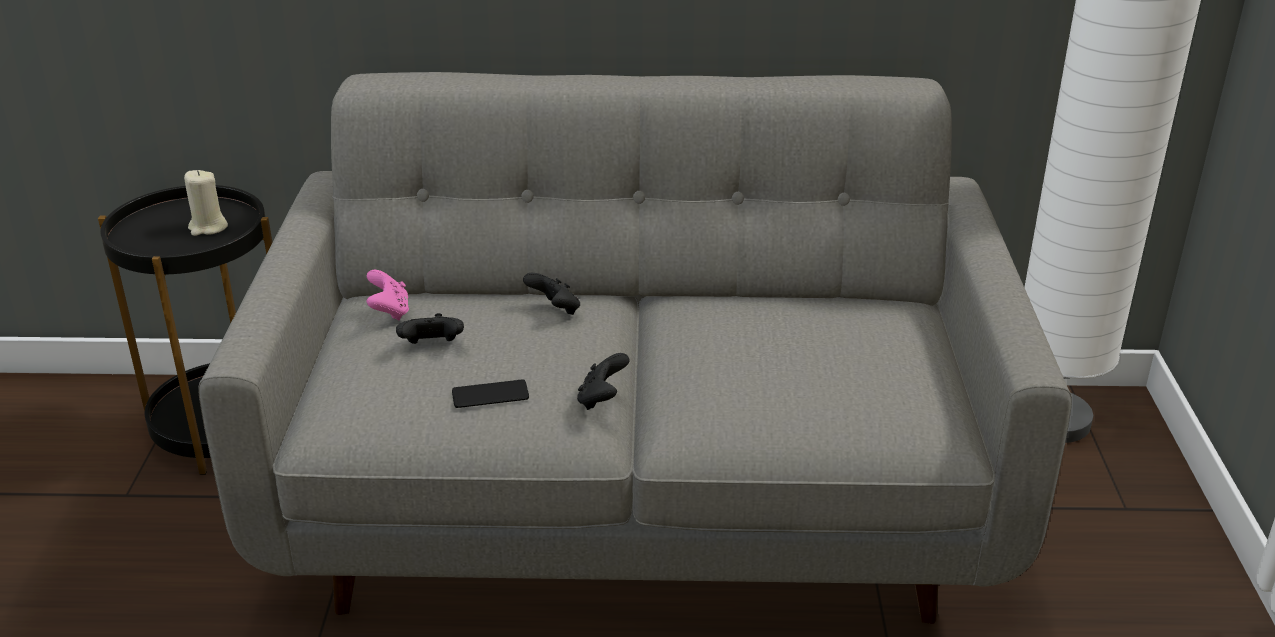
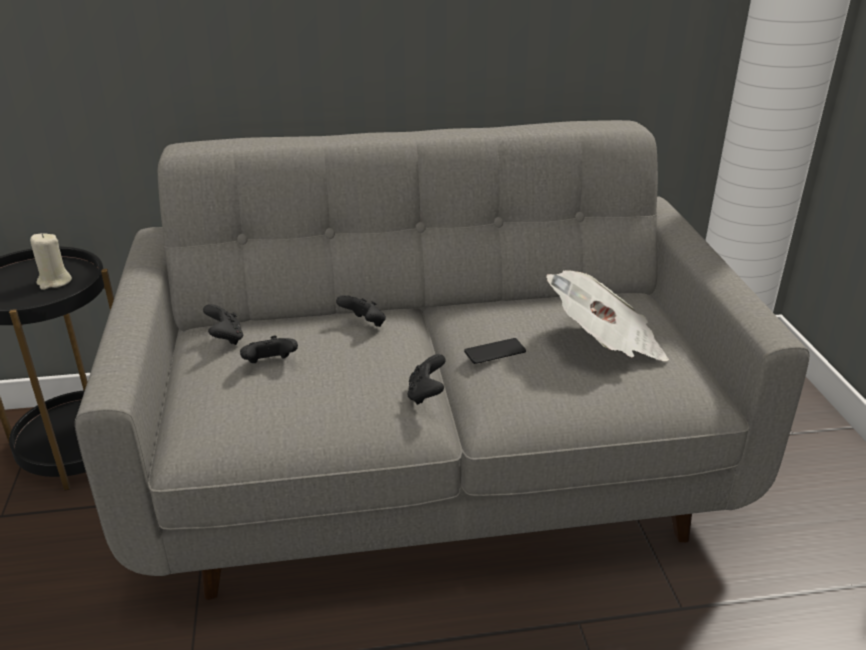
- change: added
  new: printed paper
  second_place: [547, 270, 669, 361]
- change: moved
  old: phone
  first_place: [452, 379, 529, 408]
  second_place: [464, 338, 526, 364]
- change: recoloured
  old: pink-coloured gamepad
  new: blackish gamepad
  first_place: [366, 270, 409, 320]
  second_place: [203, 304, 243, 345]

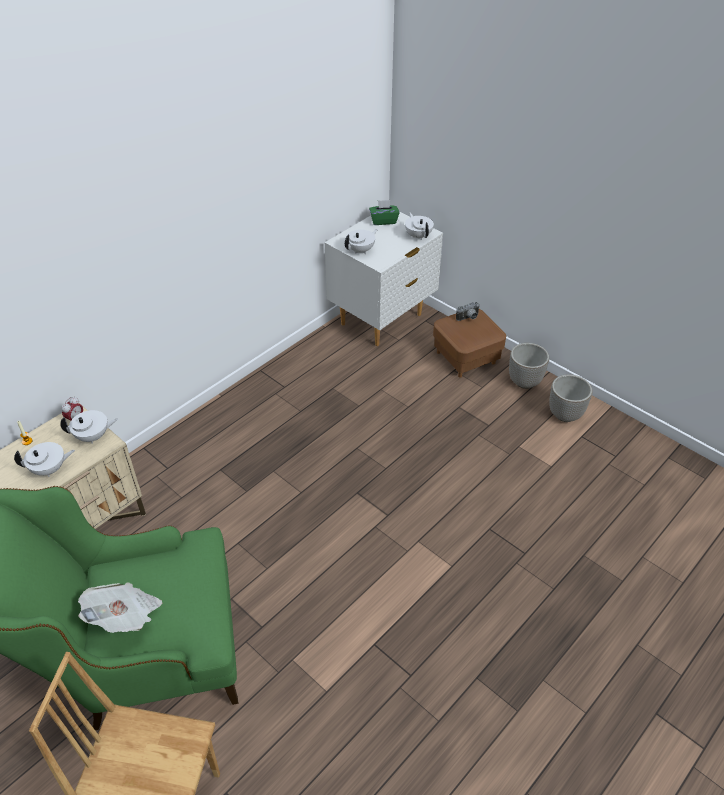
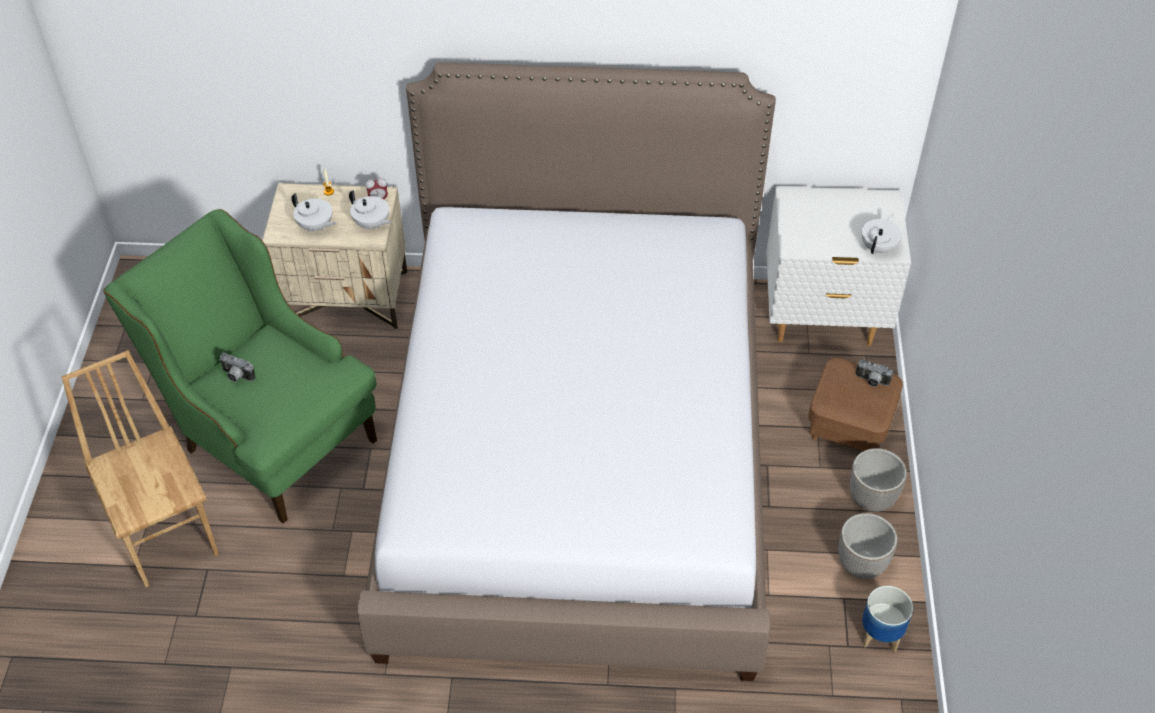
- change: removed
  old: white tea pot
  first_place: [345, 229, 378, 254]
- change: removed
  old: green tissue box
  first_place: [369, 200, 400, 225]
- change: added
  new: bed
  second_place: [358, 62, 776, 681]
- change: added
  new: planter
  second_place: [862, 586, 913, 653]
- change: replaced
  old: printed paper
  new: still camera
  first_place: [78, 582, 162, 633]
  second_place: [219, 352, 256, 382]

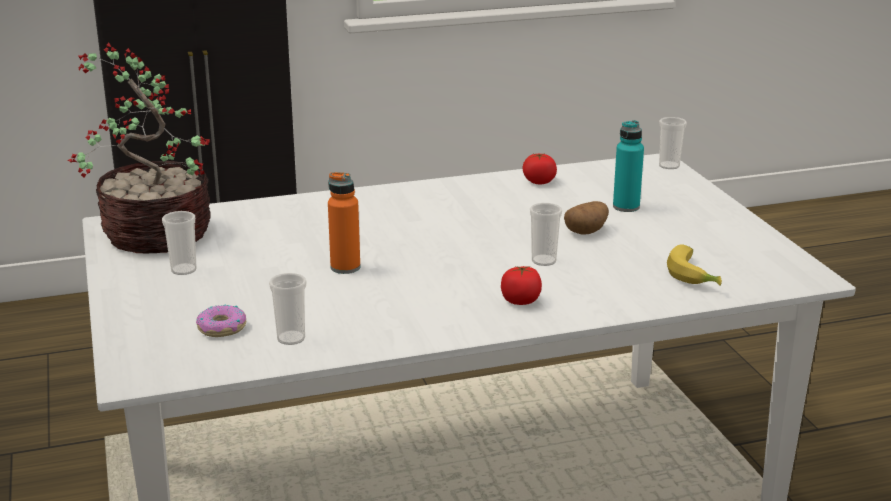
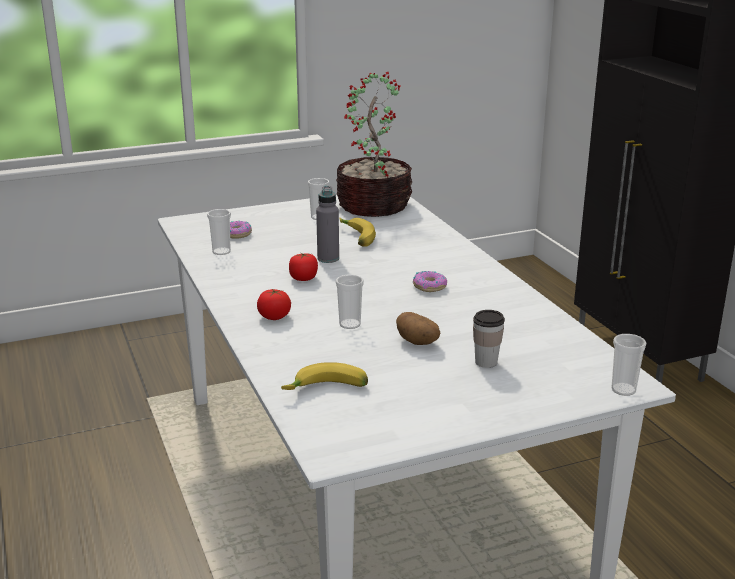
- change: added
  new: banana
  second_place: [340, 218, 376, 247]
- change: added
  new: donut
  second_place: [413, 271, 447, 292]
- change: moved
  old: whole tomato
  first_place: [523, 153, 557, 184]
  second_place: [289, 253, 318, 281]
- change: replaced
  old: turquoise-coloured bottle
  new: cup
  first_place: [613, 120, 644, 212]
  second_place: [473, 310, 505, 368]
- change: recoloured
  old: orangey bottle
  new: gray bottle
  first_place: [328, 172, 360, 274]
  second_place: [316, 186, 339, 263]

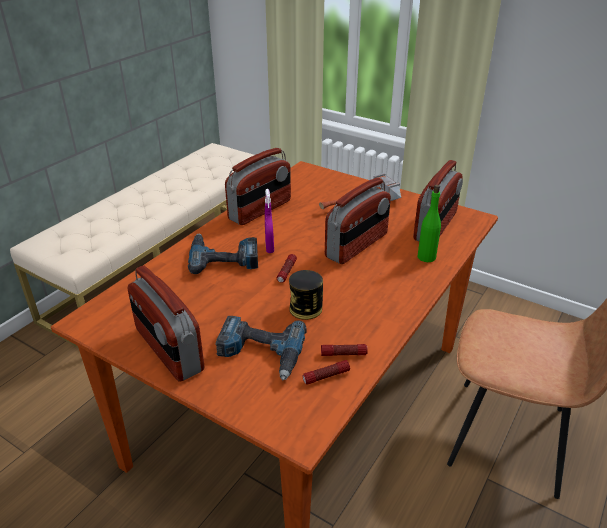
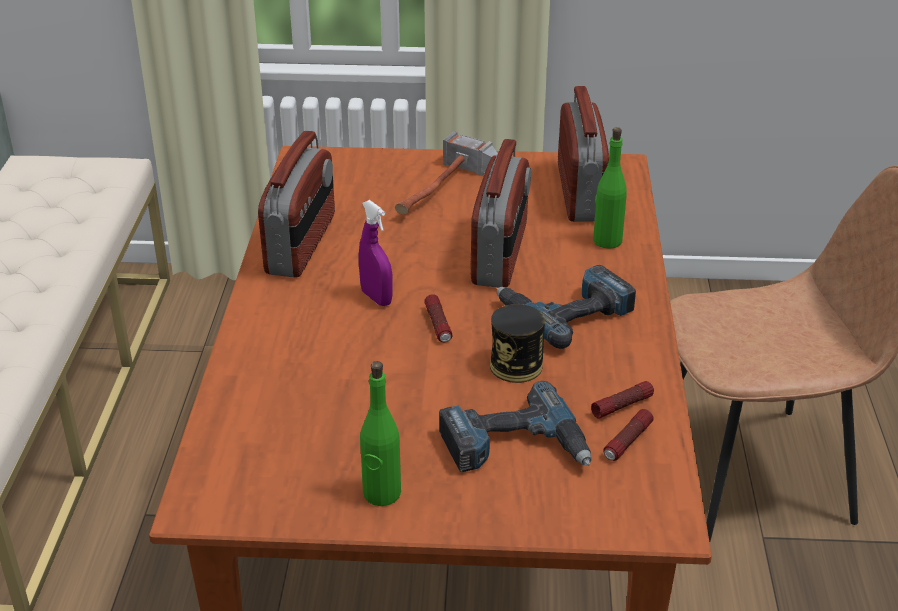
- change: moved
  old: power drill
  first_place: [188, 234, 258, 274]
  second_place: [497, 265, 636, 349]
- change: replaced
  old: radio
  new: green bottle
  first_place: [128, 266, 205, 382]
  second_place: [360, 361, 401, 506]

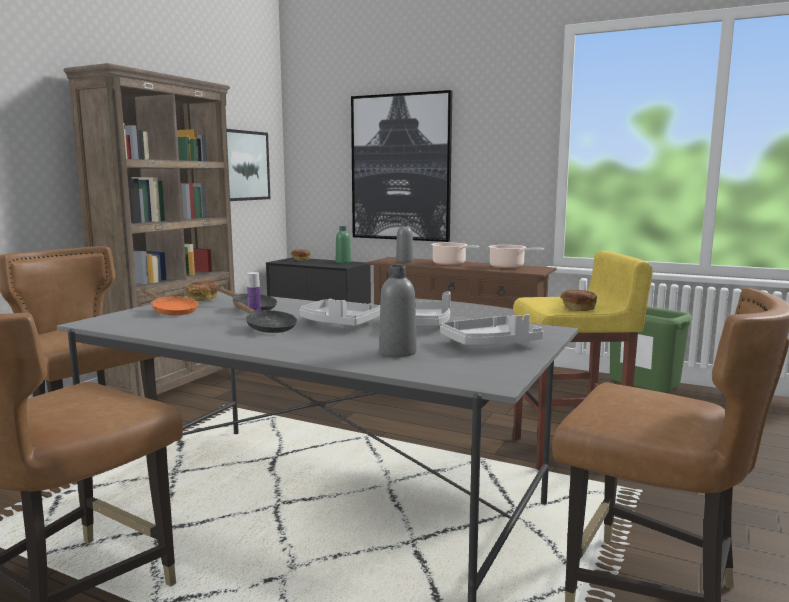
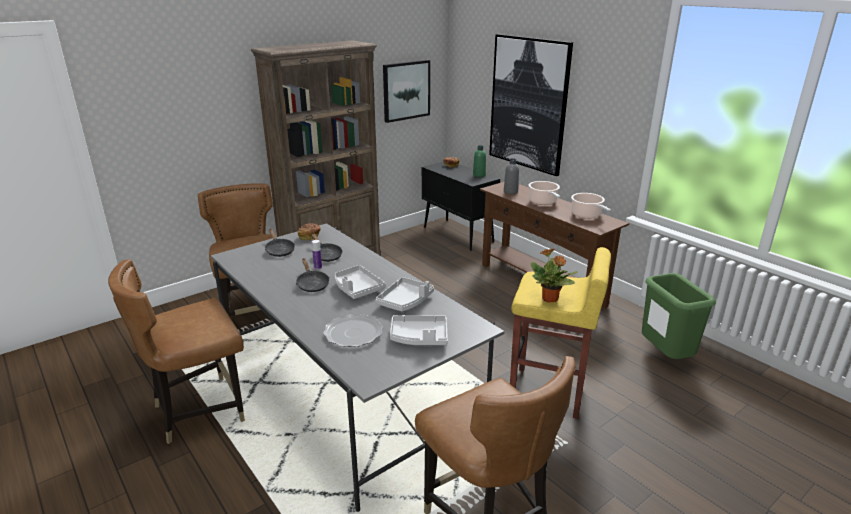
- change: replaced
  old: gray bottle
  new: plate
  first_place: [379, 265, 417, 357]
  second_place: [323, 314, 383, 347]
- change: replaced
  old: baked bread
  new: plant in a pot
  first_place: [561, 290, 597, 311]
  second_place: [531, 249, 578, 303]
- change: recoloured
  old: orangey skillet
  new: blackish skillet
  first_place: [142, 289, 199, 315]
  second_place: [265, 229, 295, 257]

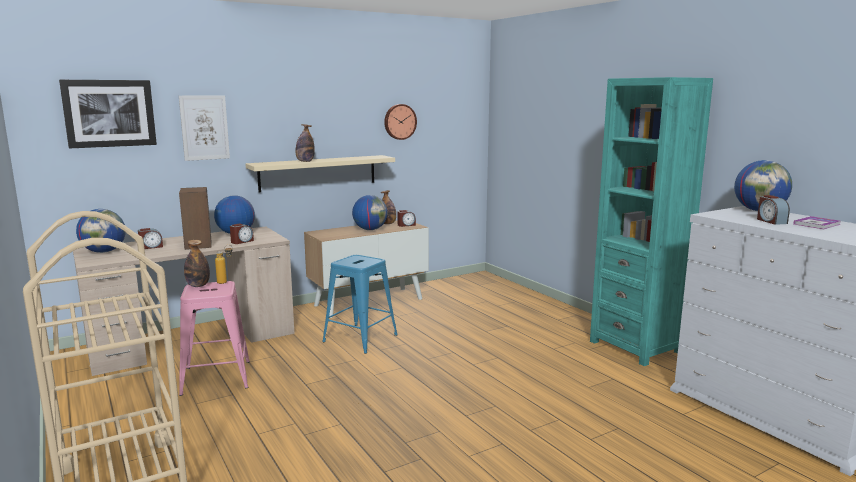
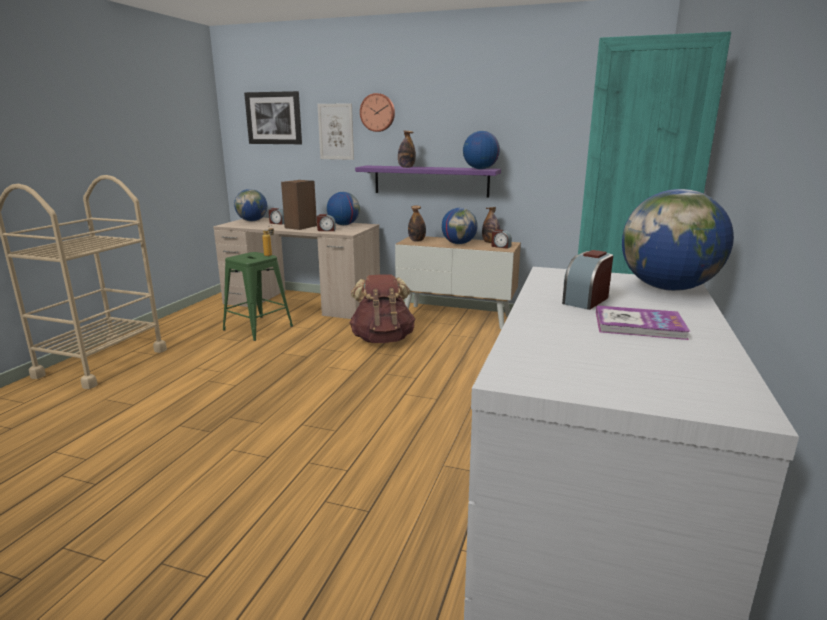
- change: added
  new: desk globe
  second_place: [463, 131, 500, 169]
- change: moved
  old: bottle
  first_place: [184, 240, 210, 287]
  second_place: [408, 206, 426, 242]
- change: moved
  old: hanging clock
  first_place: [384, 104, 417, 140]
  second_place: [360, 93, 395, 132]
- change: replaced
  old: bluish stool seat
  new: brown-coloured rucksack
  first_place: [322, 255, 398, 354]
  second_place: [349, 274, 415, 343]
- change: recoloured
  old: pink-coloured stool seat
  new: green stool seat
  first_place: [179, 281, 250, 396]
  second_place: [223, 252, 293, 341]
- change: recoloured
  old: beige-coloured wall shelf
  new: purple-coloured wall shelf
  first_place: [245, 155, 395, 192]
  second_place: [355, 166, 501, 197]

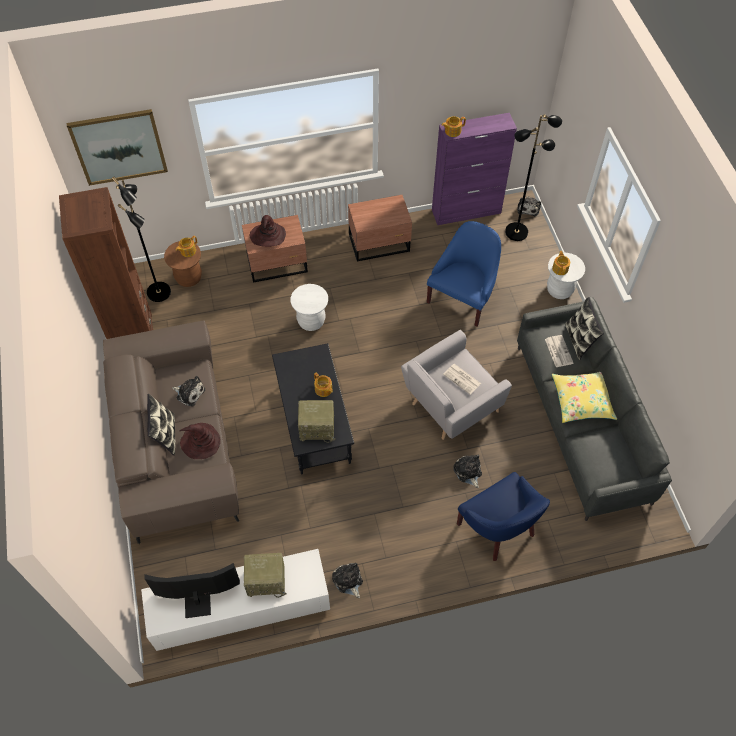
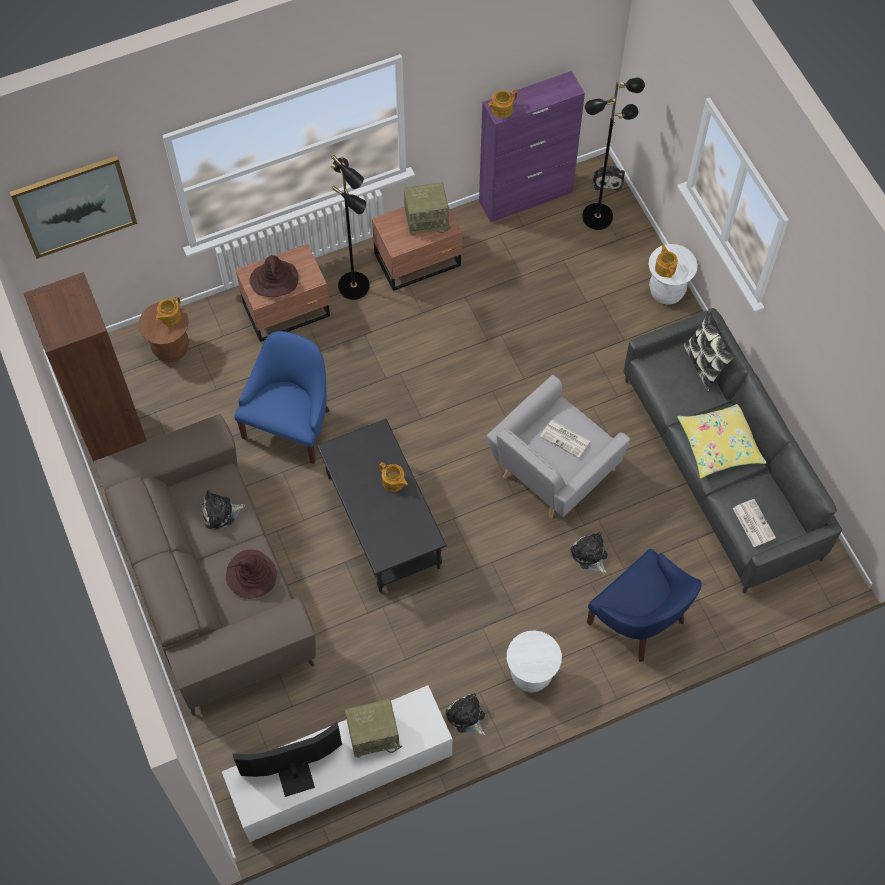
- change: removed
  old: cushion
  first_place: [147, 394, 175, 455]
- change: moved
  old: blackish standard lamp
  first_place: [112, 177, 171, 302]
  second_place: [331, 155, 370, 300]
- change: moved
  old: white stool seat
  first_place: [291, 284, 328, 331]
  second_place: [507, 630, 562, 692]
- change: moved
  old: radio
  first_place: [298, 400, 336, 443]
  second_place: [404, 182, 451, 236]
- change: moved
  old: bluish armchair
  first_place: [427, 221, 501, 327]
  second_place: [235, 331, 330, 464]
- change: moved
  old: printed paper
  first_place: [545, 335, 574, 367]
  second_place: [733, 499, 776, 547]
- change: turned
  old: cuddly toy
  first_place: [172, 376, 205, 407]
  second_place: [202, 490, 245, 530]
  degrees: 150

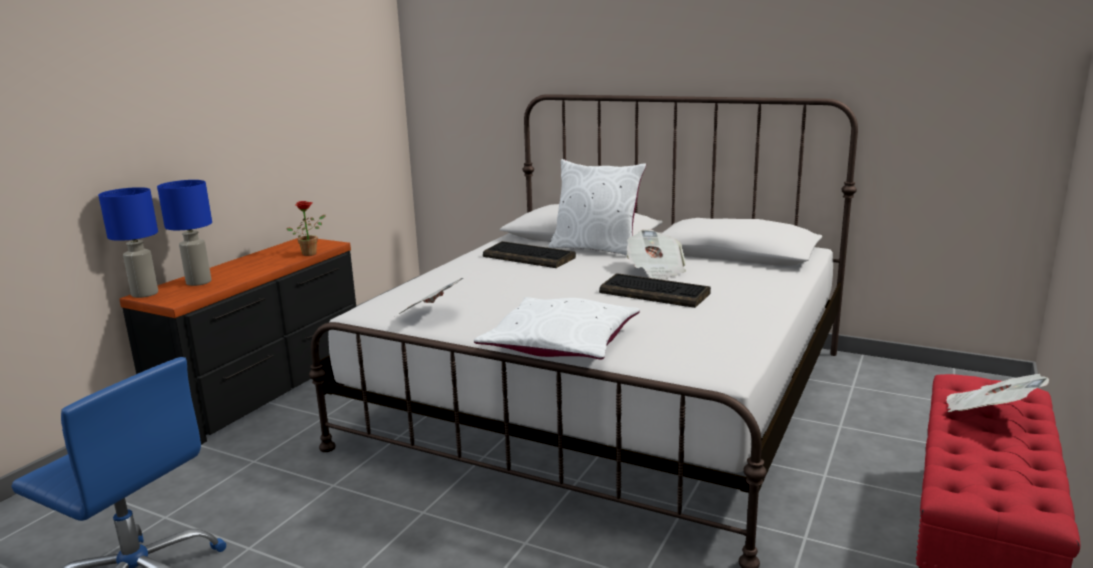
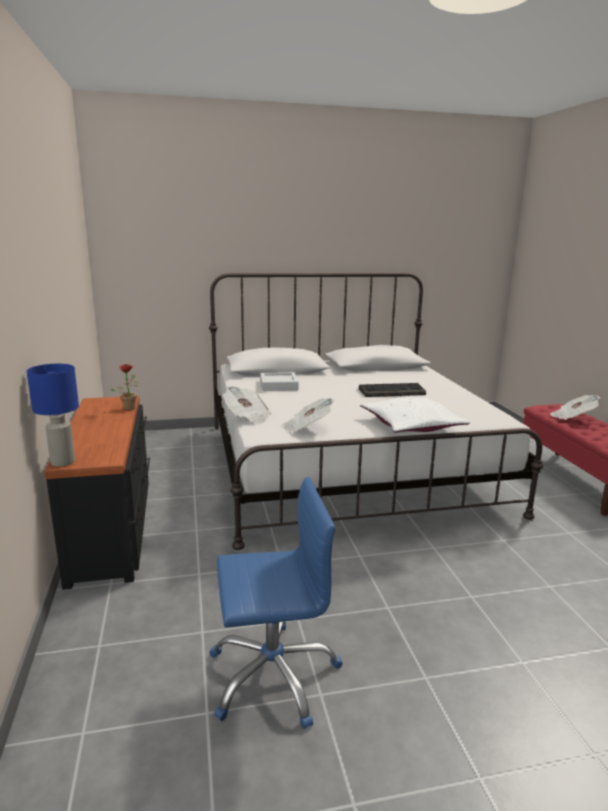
- change: removed
  old: bluish tabletop lamp
  first_place: [157, 180, 212, 286]
- change: removed
  old: white cushion
  first_place: [549, 159, 646, 256]
- change: moved
  old: printed paper
  first_place: [626, 229, 686, 280]
  second_place: [223, 386, 272, 424]
- change: replaced
  old: computer keyboard
  new: gray tray
  first_place: [483, 241, 576, 268]
  second_place: [260, 372, 299, 391]

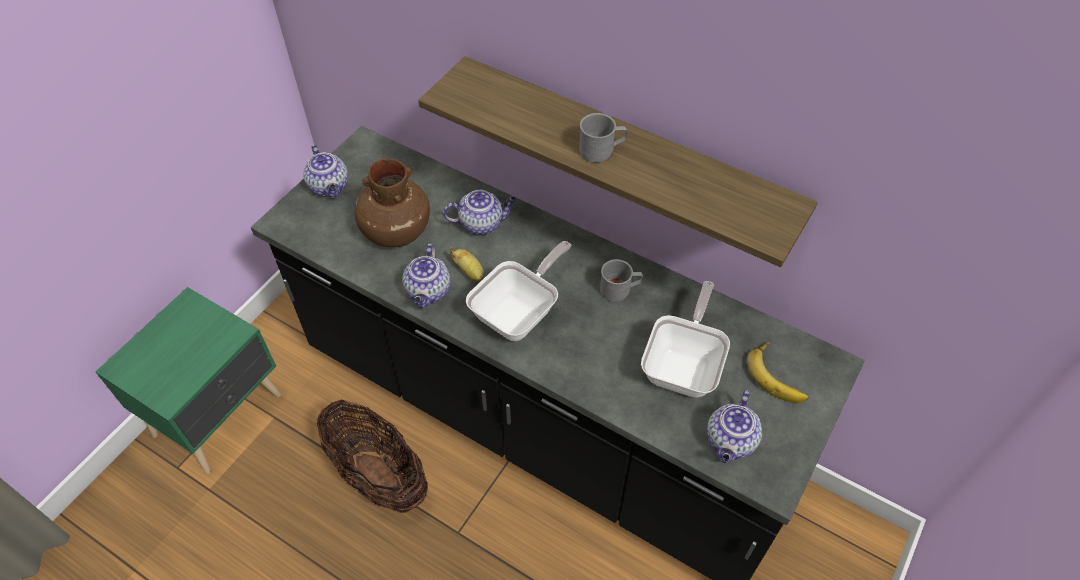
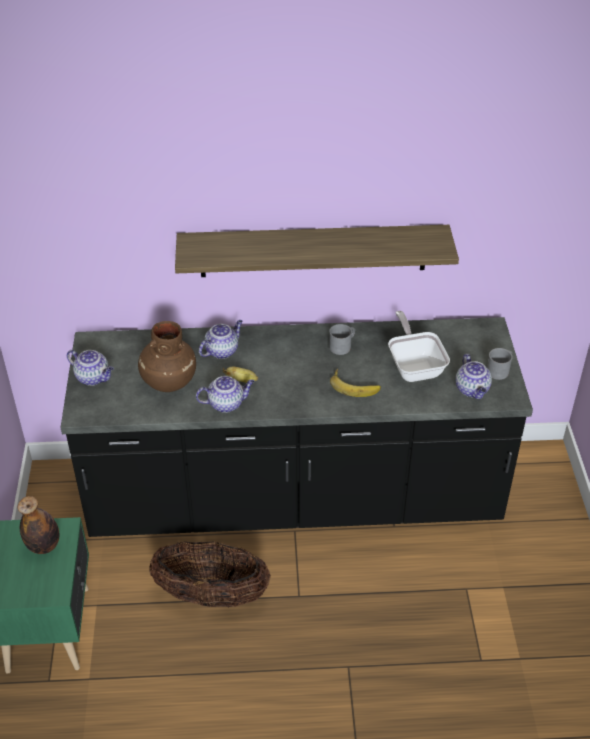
- change: removed
  old: skillet
  first_place: [466, 241, 571, 341]
- change: added
  new: bottle
  second_place: [18, 496, 59, 554]
- change: moved
  old: gray tea mug
  first_place: [579, 113, 627, 163]
  second_place: [487, 348, 513, 380]
- change: moved
  old: banana
  first_place: [747, 342, 809, 403]
  second_place: [330, 369, 381, 397]
- change: turned
  old: tea pot
  first_place: [402, 243, 451, 308]
  second_place: [196, 376, 254, 413]
  degrees: -75

